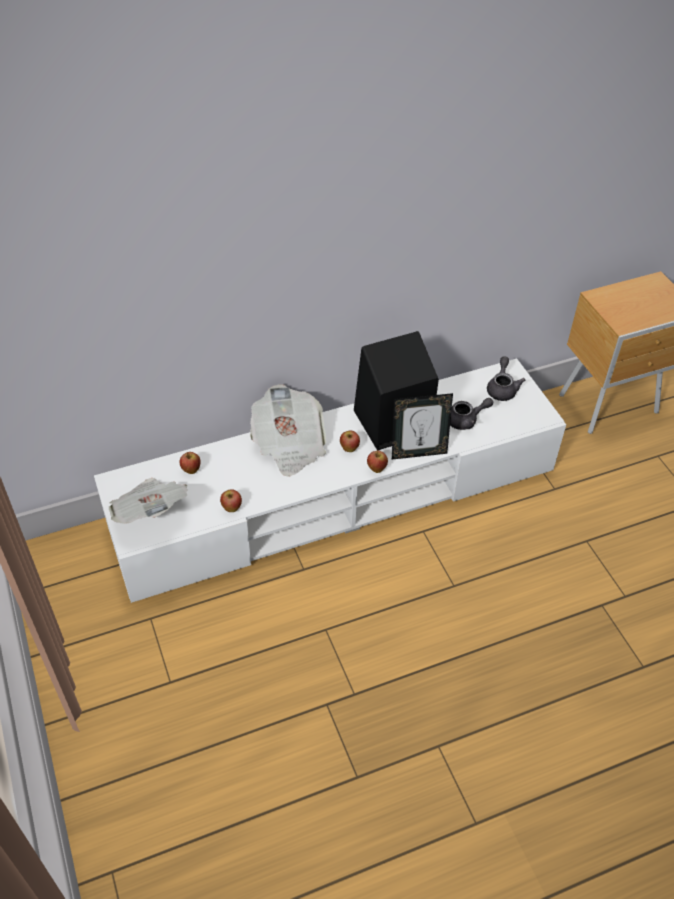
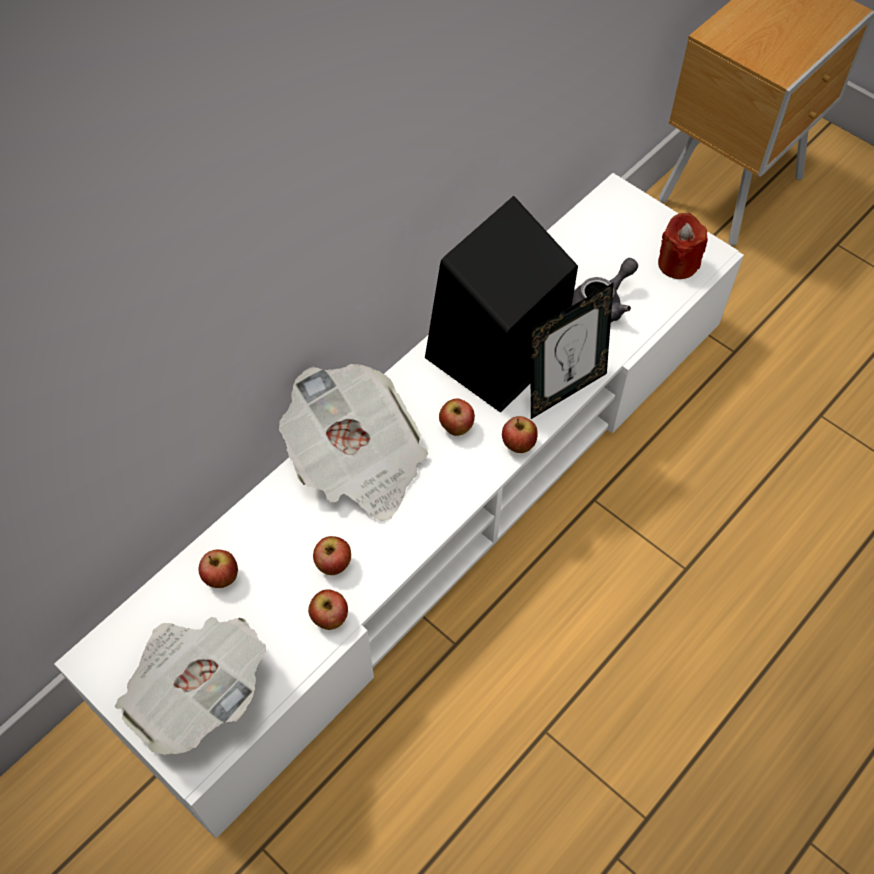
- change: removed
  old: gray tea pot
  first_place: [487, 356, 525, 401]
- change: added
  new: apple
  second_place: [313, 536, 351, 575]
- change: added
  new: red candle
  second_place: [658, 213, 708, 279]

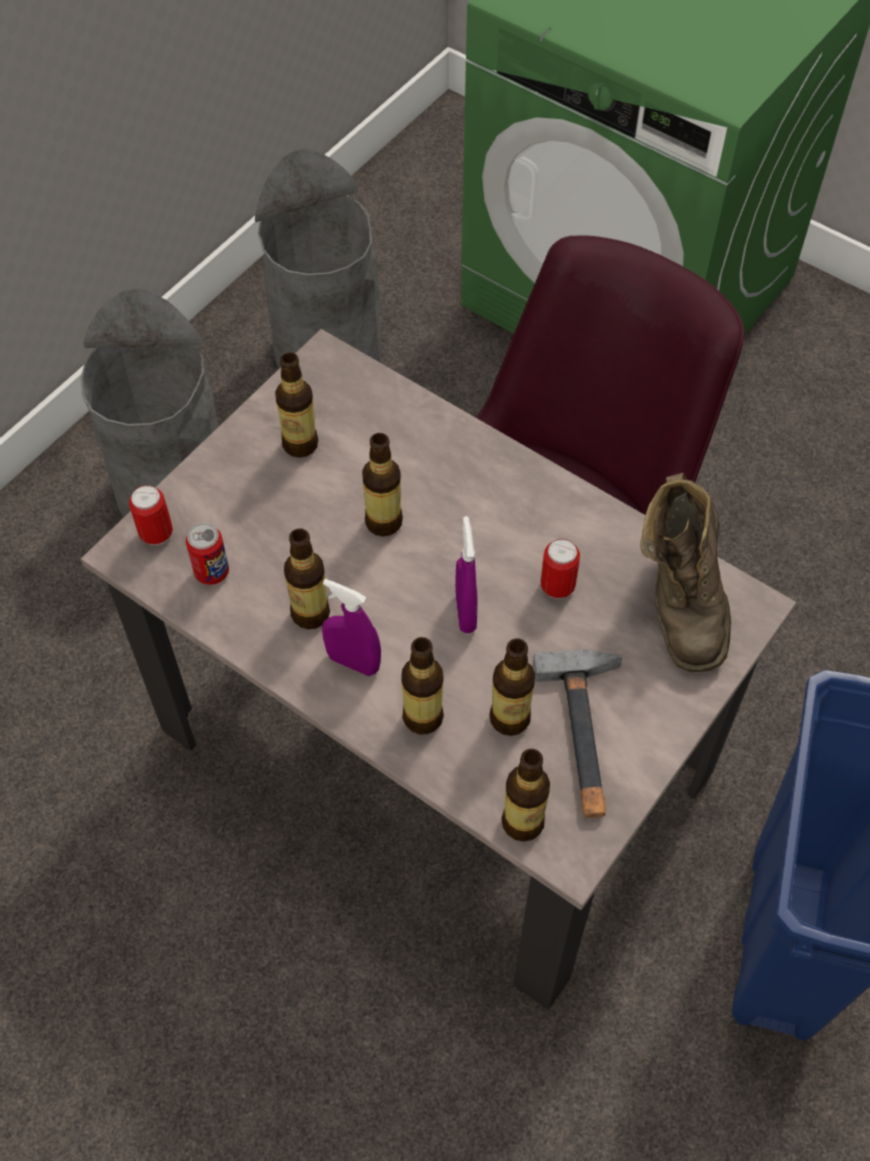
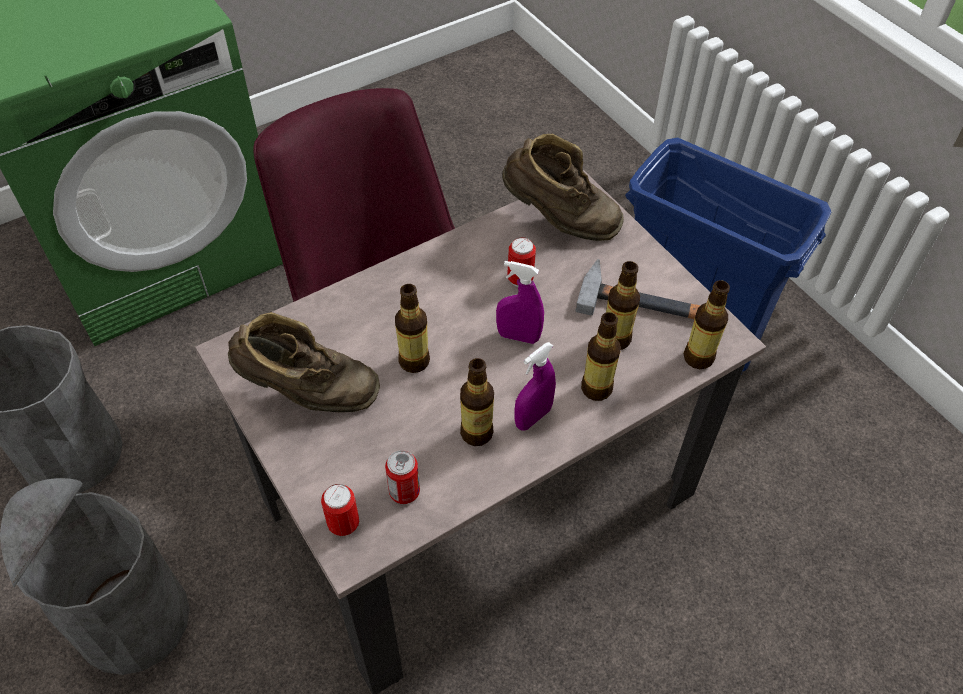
- change: replaced
  old: bottle
  new: brown-coloured boot
  first_place: [275, 352, 318, 458]
  second_place: [228, 312, 380, 412]

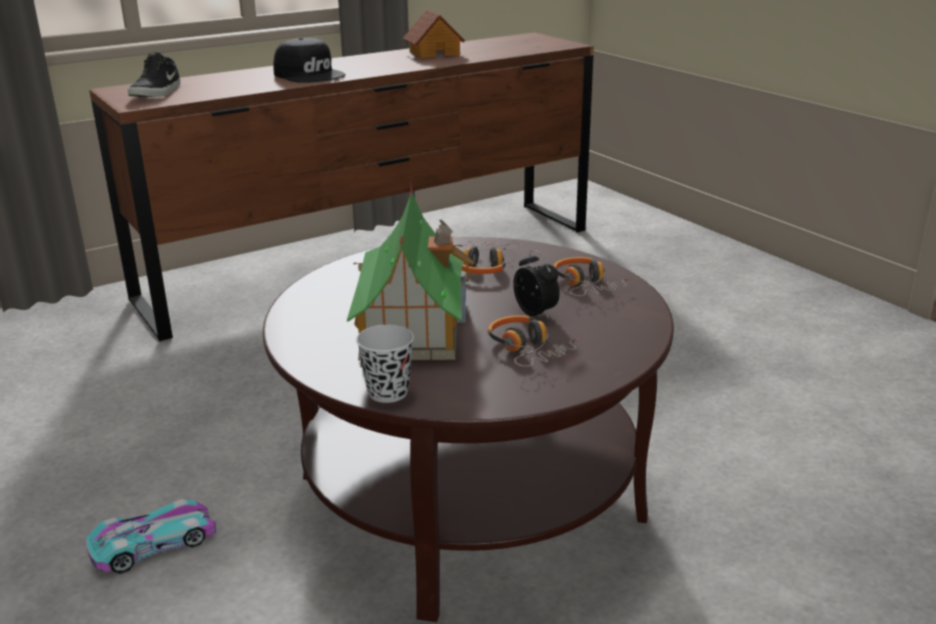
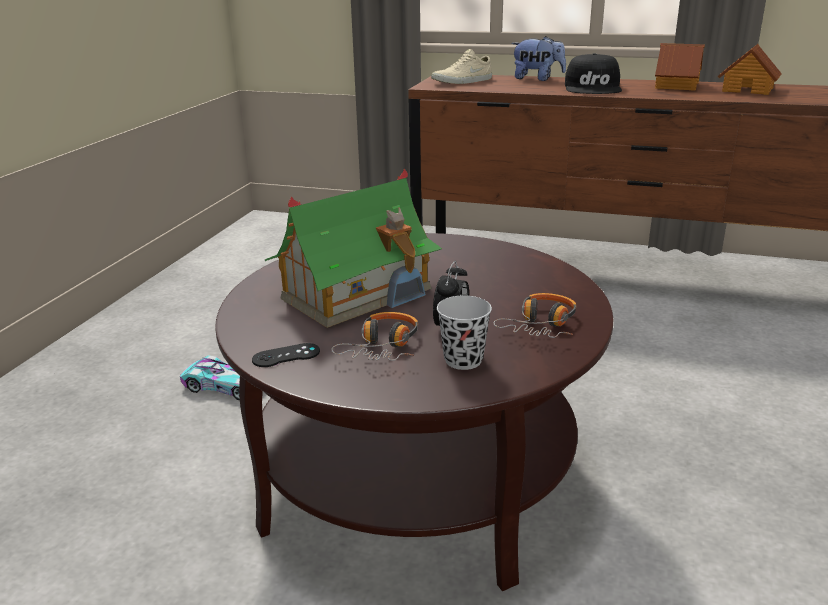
- change: removed
  old: headphones
  first_place: [455, 241, 521, 274]
- change: added
  new: blackish gamepad
  second_place: [252, 343, 320, 367]
- change: added
  new: cuddly toy
  second_place: [511, 36, 566, 81]
- change: added
  new: model house
  second_place: [655, 43, 705, 91]
- change: moved
  old: blackish cup
  first_place: [356, 325, 414, 403]
  second_place: [437, 295, 492, 370]
- change: recoloured
  old: blackish item of footwear
  new: beige-coloured item of footwear
  first_place: [128, 52, 180, 97]
  second_place: [431, 49, 492, 84]

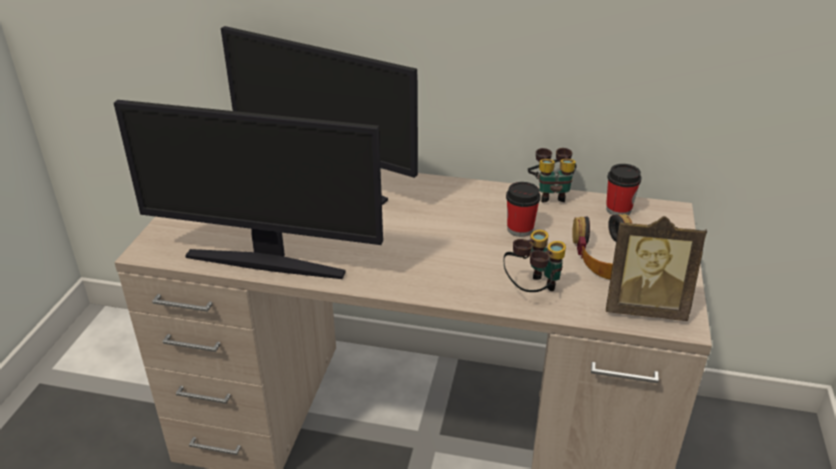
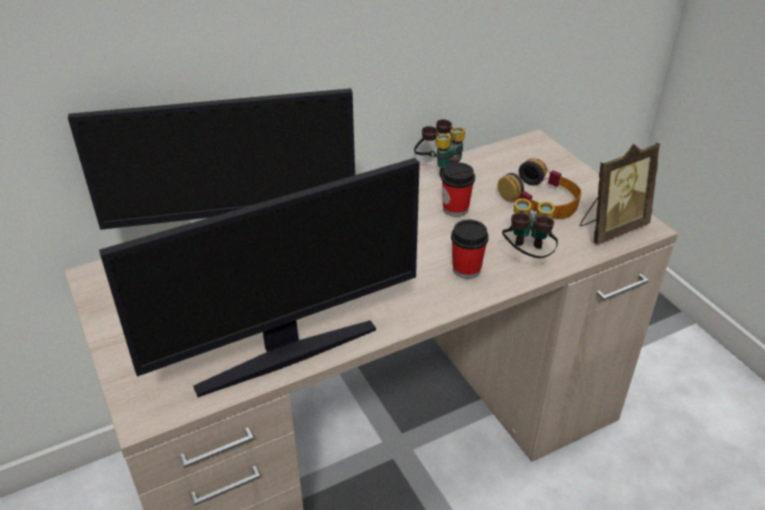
- change: moved
  old: cup
  first_place: [606, 164, 642, 215]
  second_place: [451, 220, 489, 279]

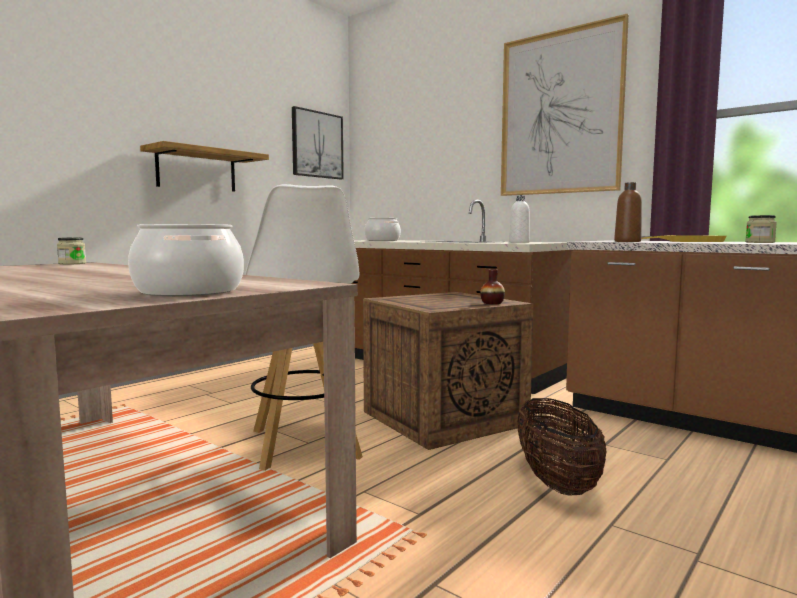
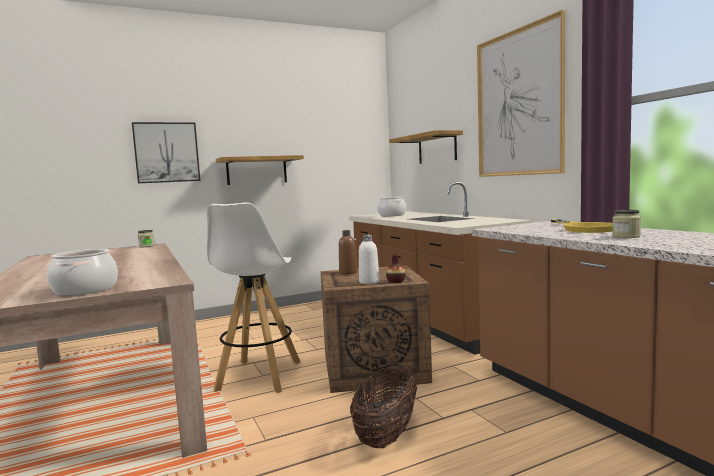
- change: added
  new: wall shelf
  second_place: [389, 130, 463, 164]
- change: moved
  old: wall picture
  first_place: [292, 106, 344, 180]
  second_place: [132, 122, 200, 183]
- change: moved
  old: white bottle
  first_place: [509, 195, 530, 243]
  second_place: [359, 234, 380, 284]
- change: moved
  old: brown-coloured bottle
  first_place: [614, 182, 642, 242]
  second_place: [339, 230, 358, 275]

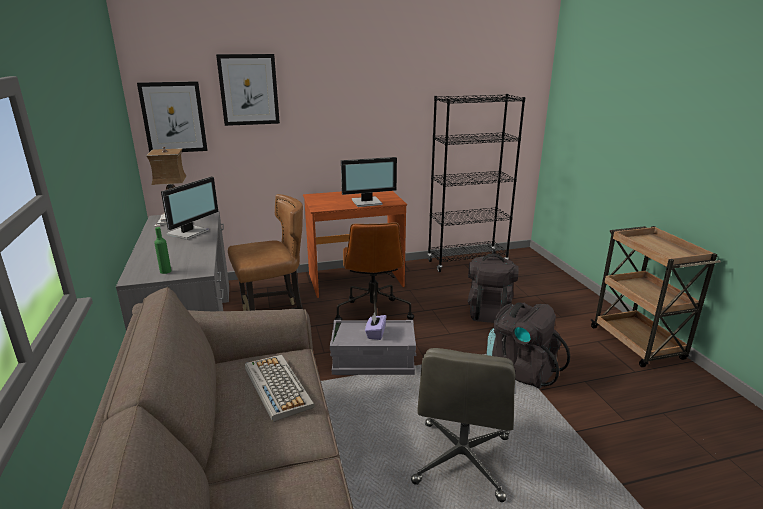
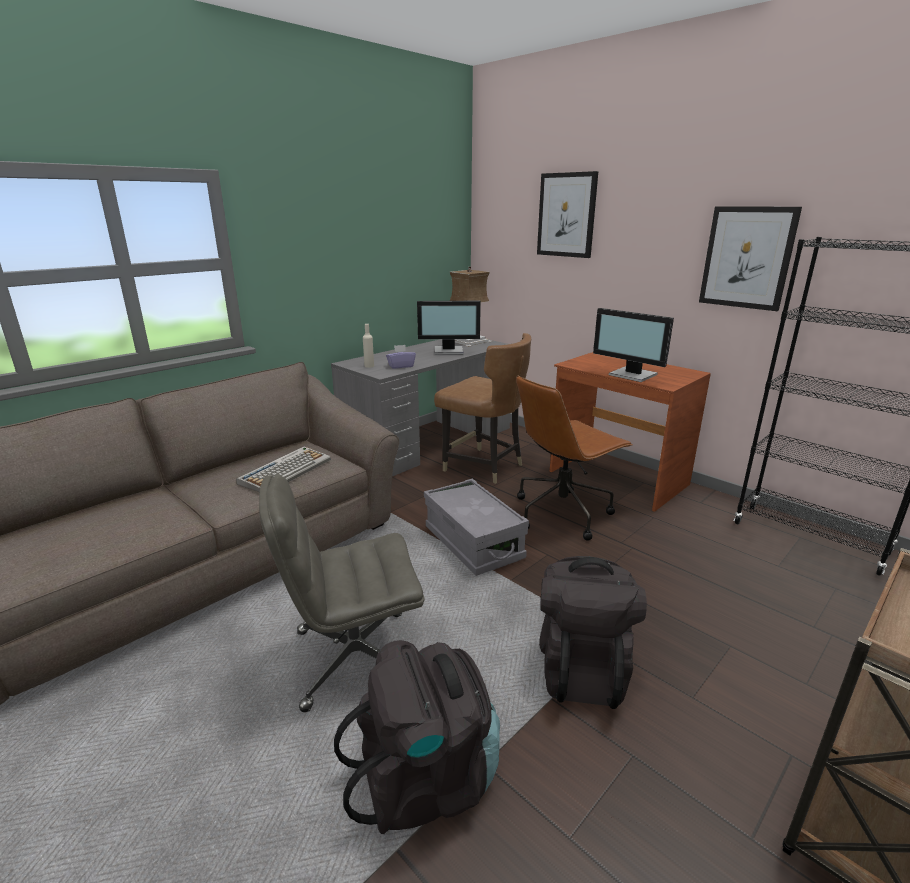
- change: moved
  old: wall picture
  first_place: [137, 81, 208, 152]
  second_place: [699, 206, 802, 311]
- change: moved
  old: purple-coloured tissue box
  first_place: [365, 312, 386, 340]
  second_place: [386, 345, 416, 369]
- change: moved
  old: blackish rucksack
  first_place: [468, 254, 519, 323]
  second_place: [334, 640, 500, 834]
- change: recoloured
  old: green bottle
  new: beige-coloured bottle
  first_place: [154, 227, 171, 274]
  second_place: [363, 324, 374, 368]

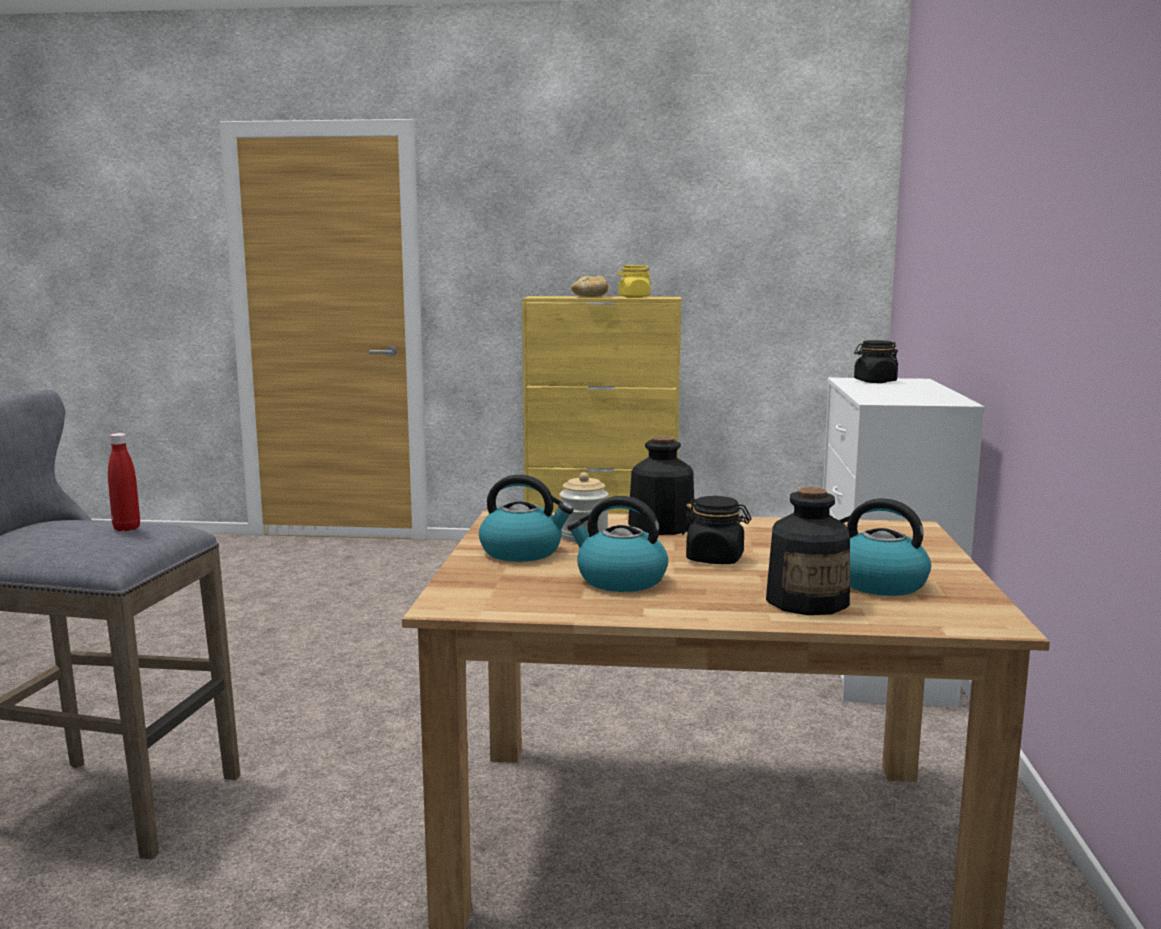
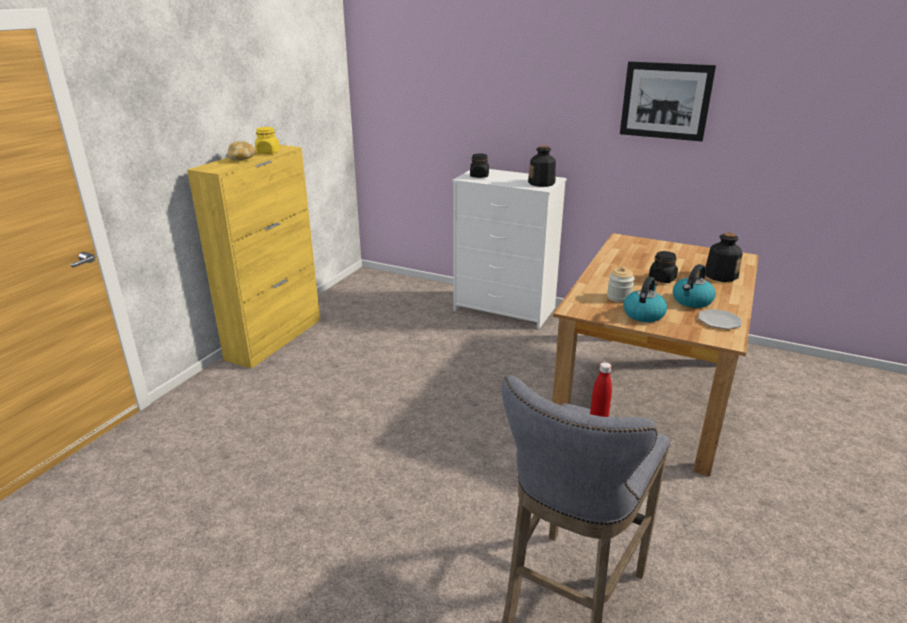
- change: removed
  old: kettle
  first_place: [839, 498, 931, 596]
- change: added
  new: wall picture
  second_place: [620, 61, 716, 141]
- change: added
  new: plate
  second_place: [698, 309, 742, 329]
- change: moved
  old: bottle
  first_place: [628, 436, 695, 535]
  second_place: [528, 145, 556, 187]

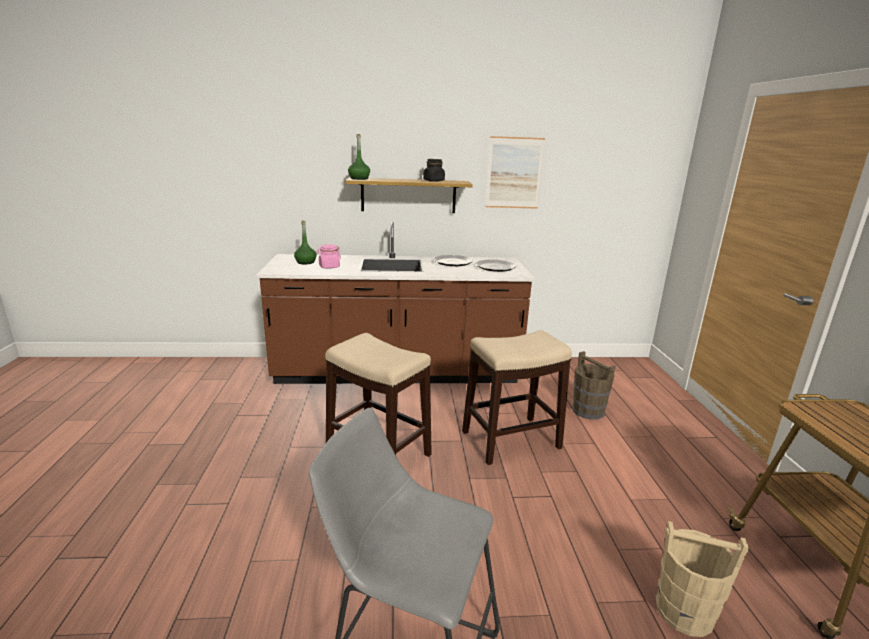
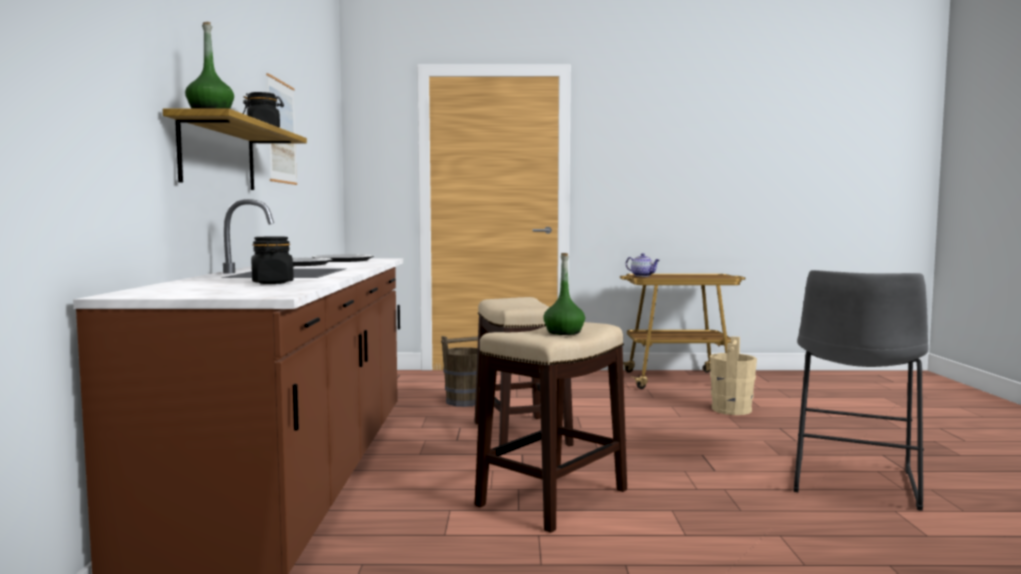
- change: added
  new: tea pot
  second_place: [626, 253, 660, 277]
- change: moved
  old: green bottle
  first_place: [294, 220, 317, 264]
  second_place: [543, 253, 585, 335]
- change: recoloured
  old: pink-coloured preserve jar
  new: blackish preserve jar
  first_place: [316, 244, 341, 269]
  second_place: [251, 236, 294, 284]

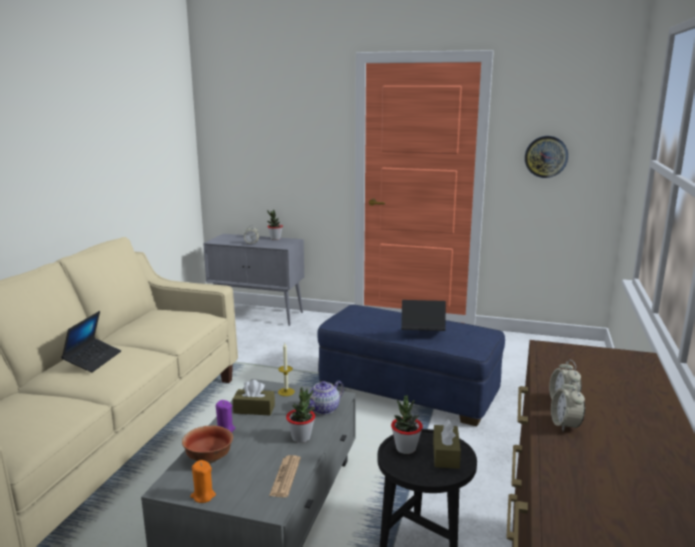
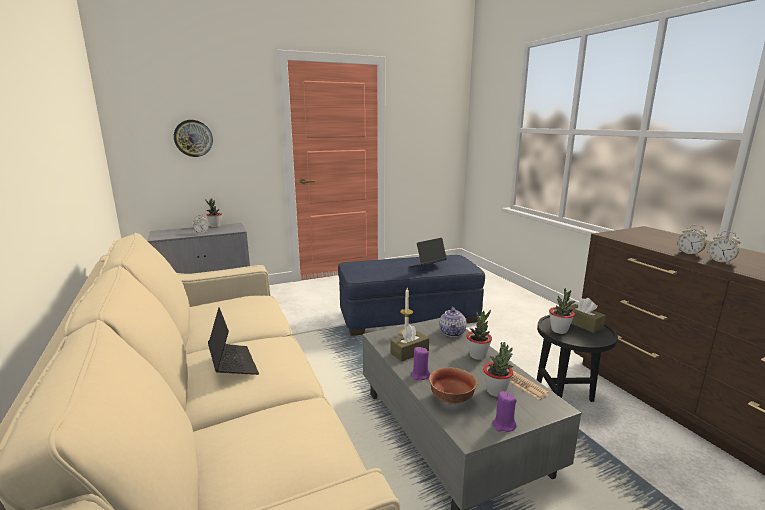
- change: added
  new: plant in a pot
  second_place: [483, 342, 513, 397]
- change: moved
  old: hanging clock
  first_place: [525, 136, 568, 178]
  second_place: [174, 120, 213, 157]
- change: recoloured
  old: orangey candle
  new: purple-coloured candle
  first_place: [190, 460, 216, 503]
  second_place: [492, 391, 517, 432]

